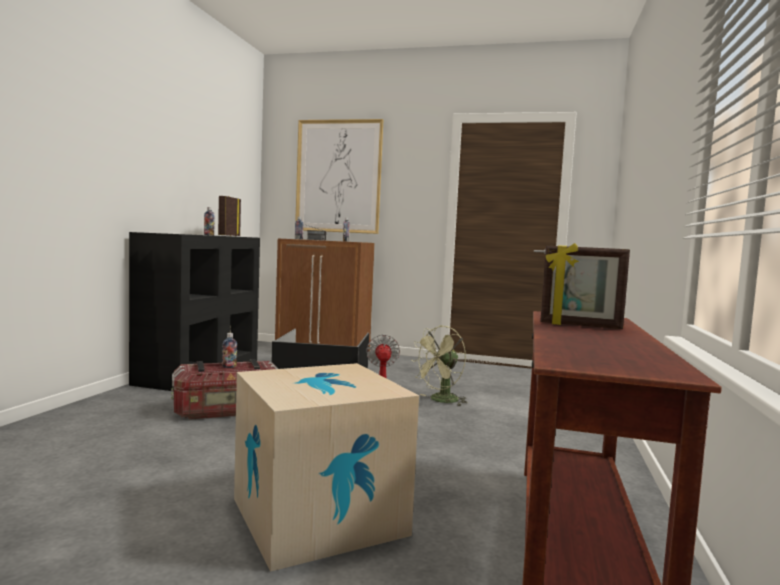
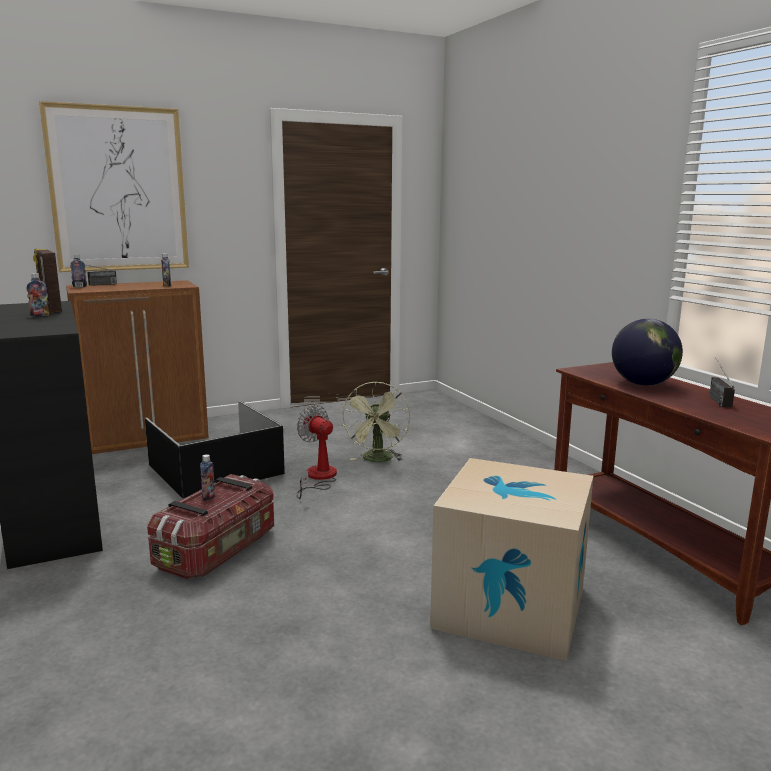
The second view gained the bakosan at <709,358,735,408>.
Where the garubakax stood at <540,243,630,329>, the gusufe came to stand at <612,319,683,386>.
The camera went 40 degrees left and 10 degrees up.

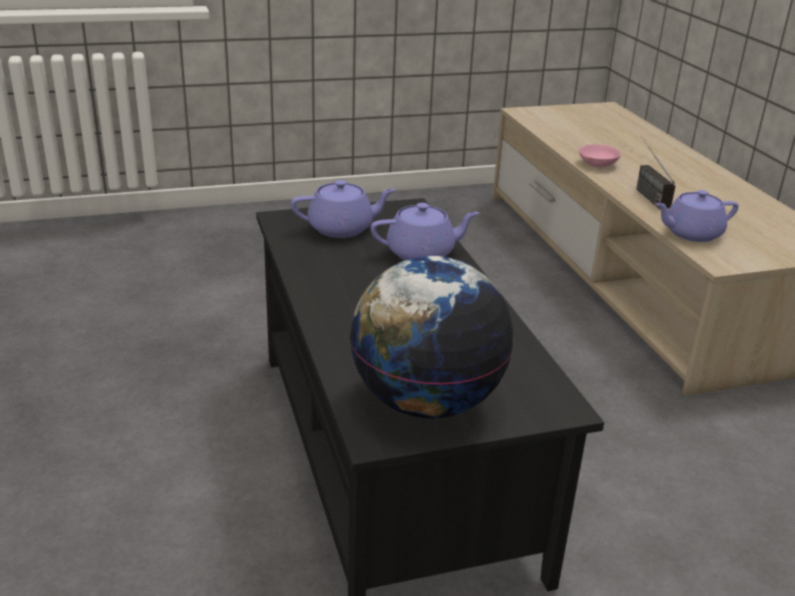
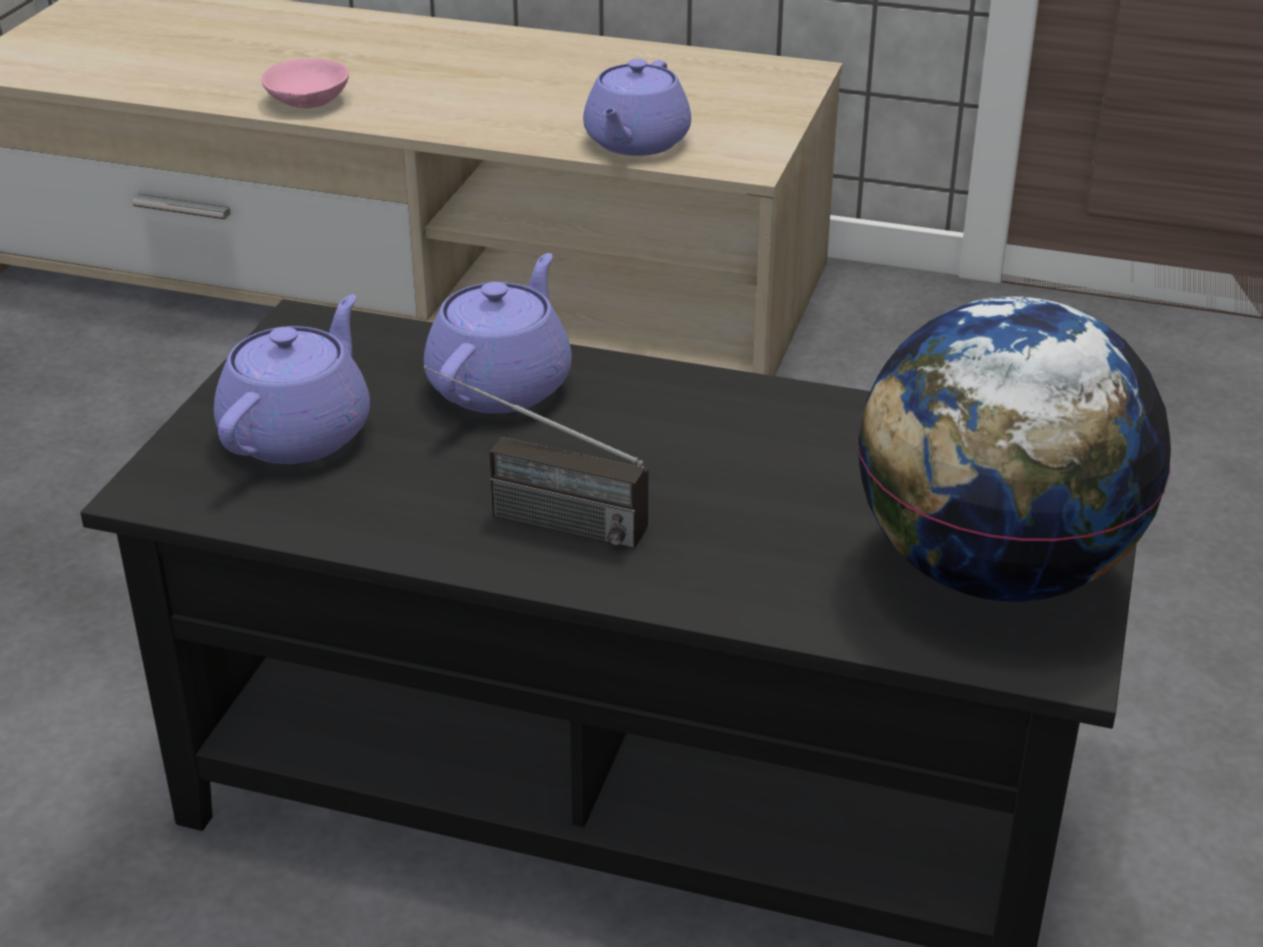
The bakosan ended up elsewhere, having gone from <636,137,676,209> to <423,365,648,549>.
The camera went 55 degrees left and 5 degrees up.

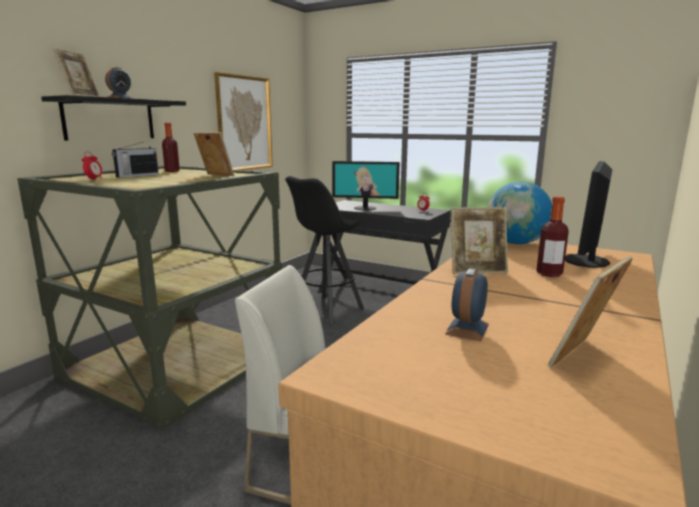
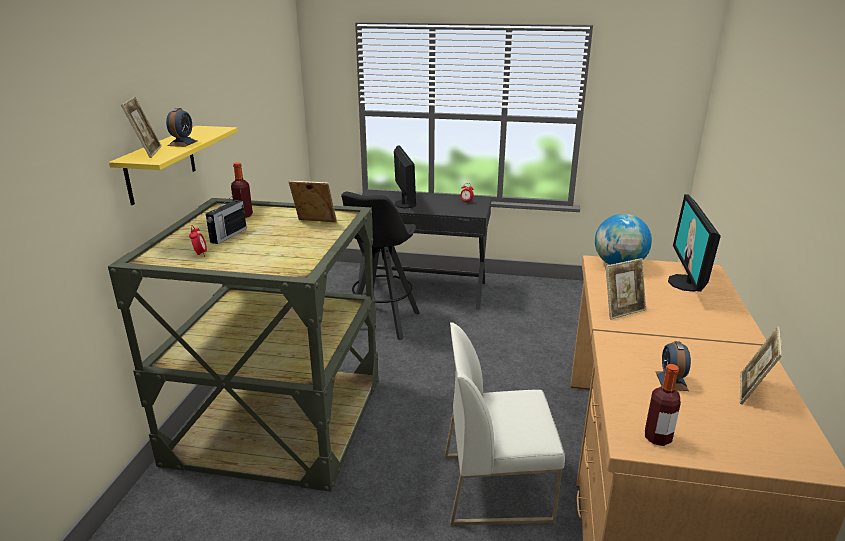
The second view lost the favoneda at <214,72,273,170>.
The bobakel ended up elsewhere, having gone from <536,196,569,277> to <645,364,681,446>.
What was the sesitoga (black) at <41,95,186,141> turned into the sesitoga (yellow) at <109,126,238,205>.
The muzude at <332,161,400,210> ended up facing another way, 90 degrees counterclockwise from before.
The camera went 20 degrees left and 10 degrees up.

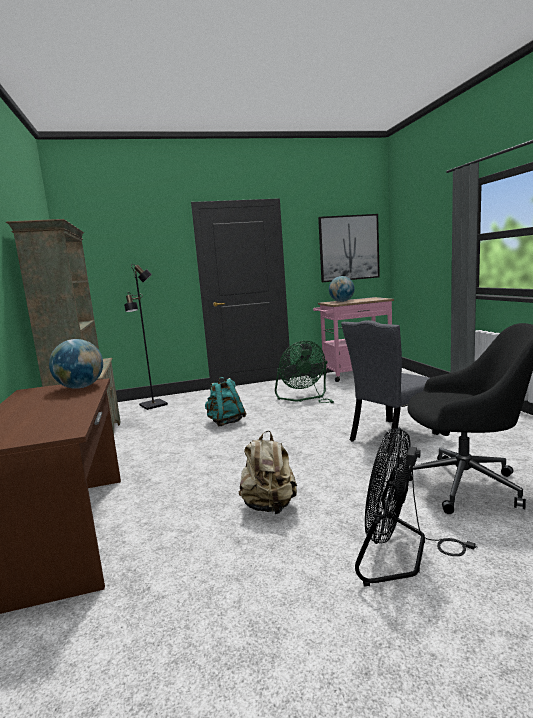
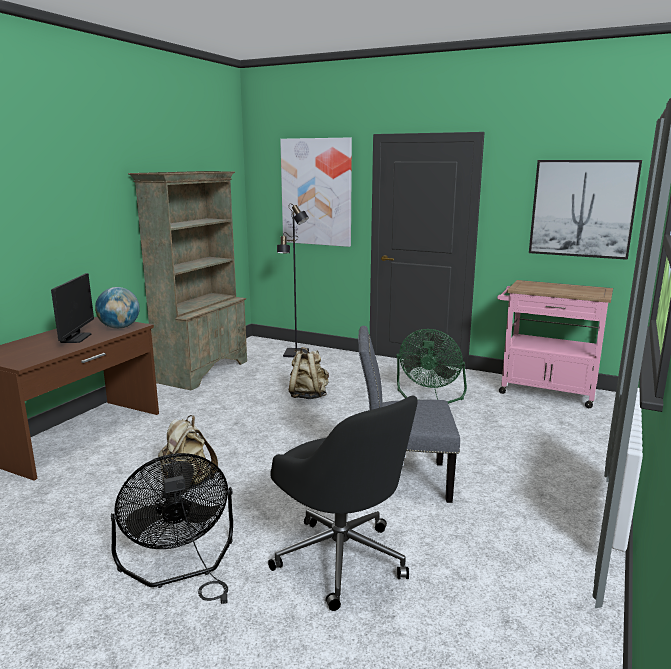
The second view lost the gusufe at <329,276,355,302>.
The second view gained the muzude at <51,273,94,343>.
The second view gained the favoneda at <280,137,352,247>.
What was the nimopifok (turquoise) at <205,377,247,426> turned into the nimopifok (beige) at <289,347,329,399>.
The camera went 40 degrees right and 5 degrees up.

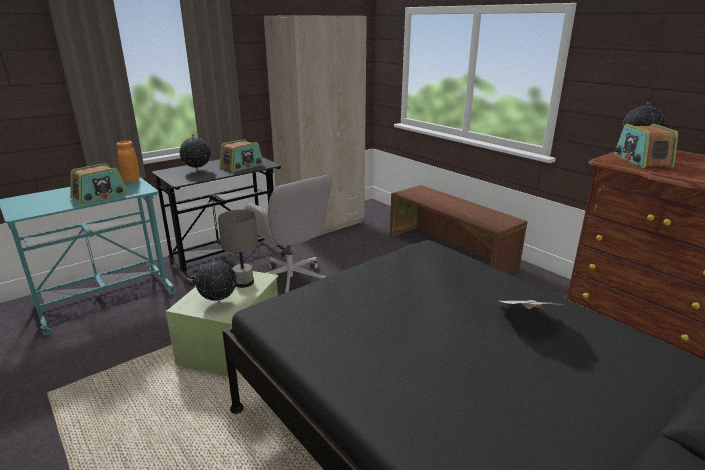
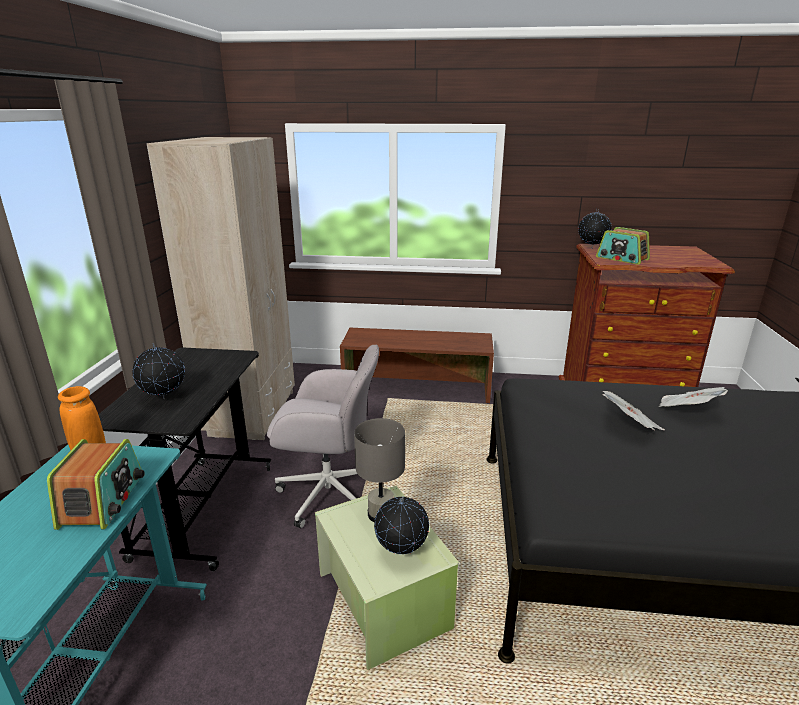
The second view lost the bakosan at <220,139,264,172>.
The second view gained the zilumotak at <602,391,665,430>.
The camera went 45 degrees left and 0 degrees up.

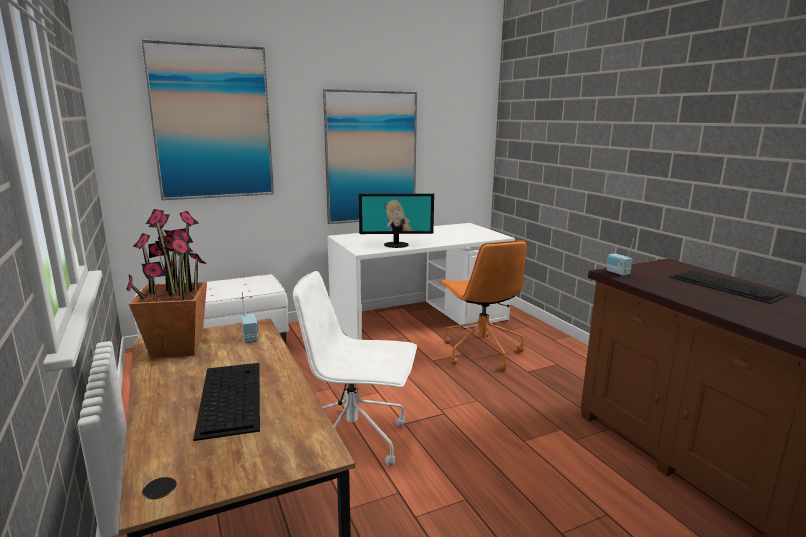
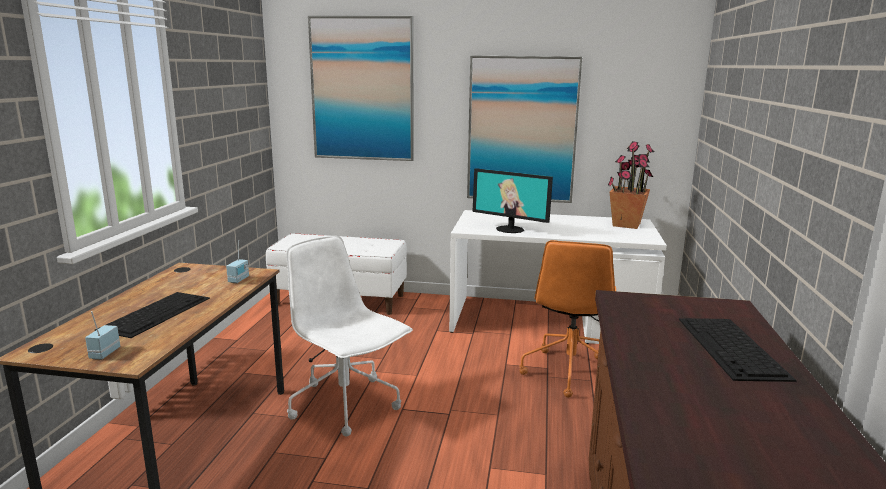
The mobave ended up elsewhere, having gone from <126,209,207,359> to <608,141,654,229>.
The bakosan ended up elsewhere, having gone from <606,239,634,276> to <85,311,120,360>.
The camera went 35 degrees right and 0 degrees up.

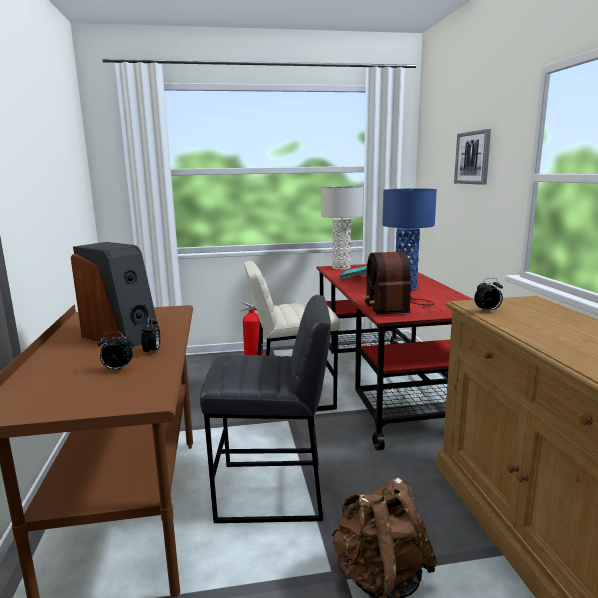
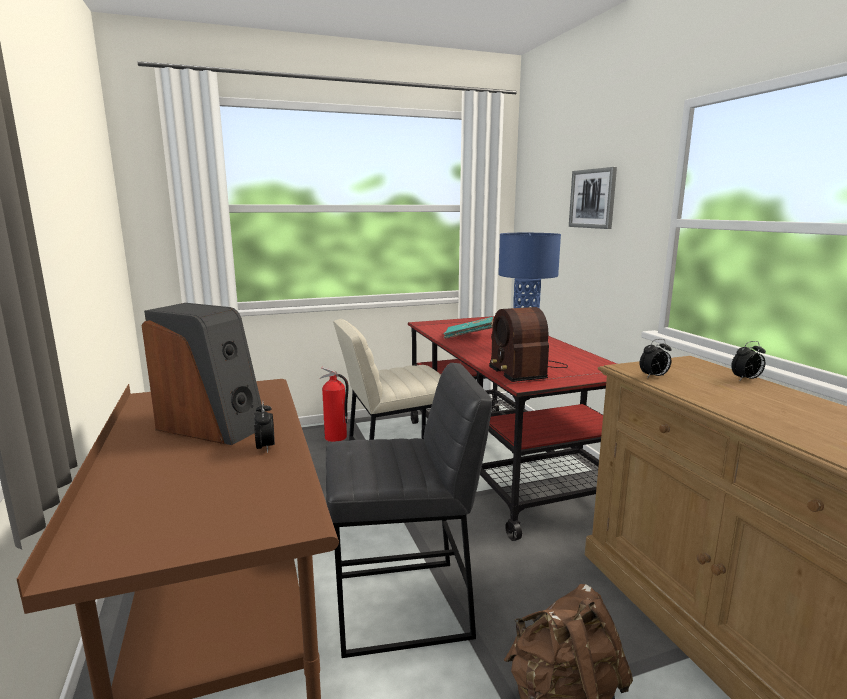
The second view lost the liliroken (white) at <321,186,363,270>.
The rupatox ended up elsewhere, having gone from <98,331,133,370> to <731,341,766,380>.
The camera went 10 degrees left and 0 degrees up.

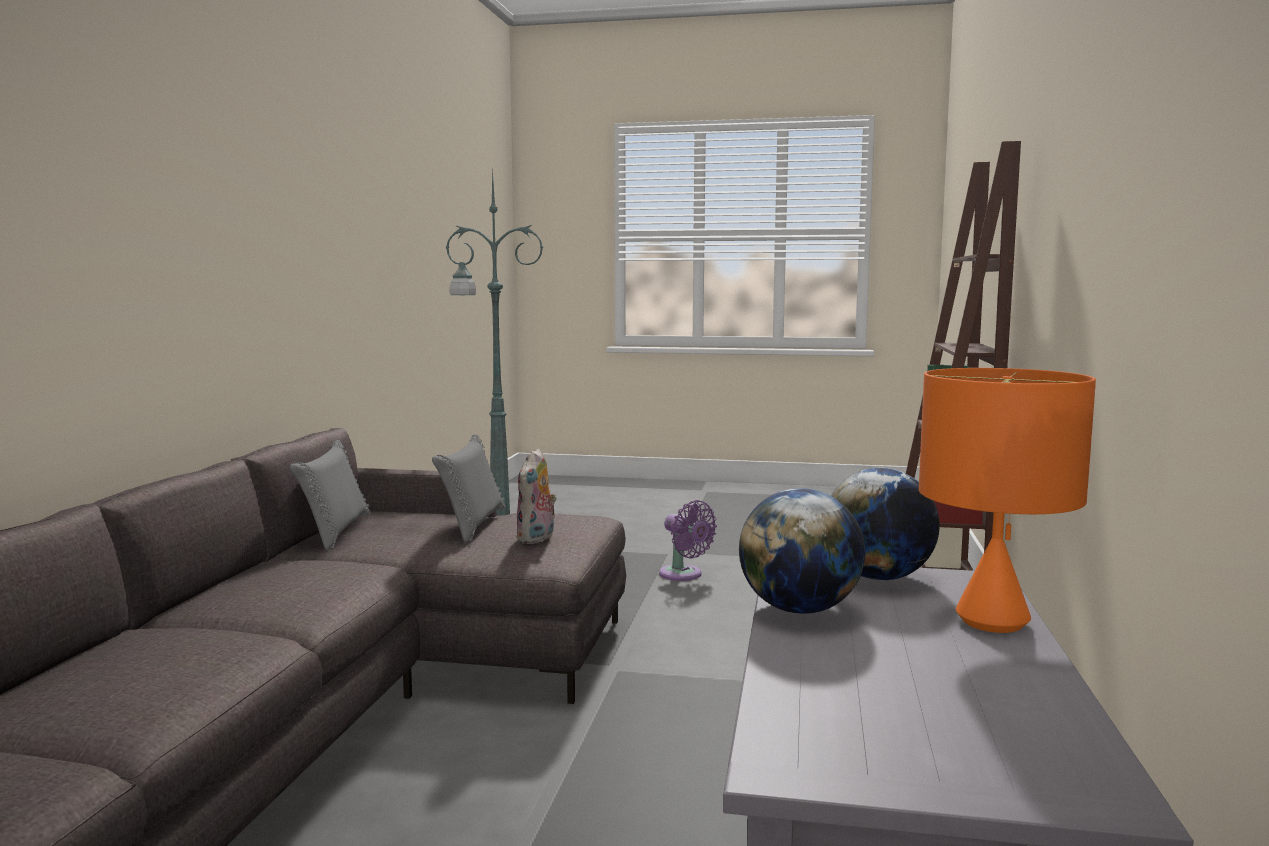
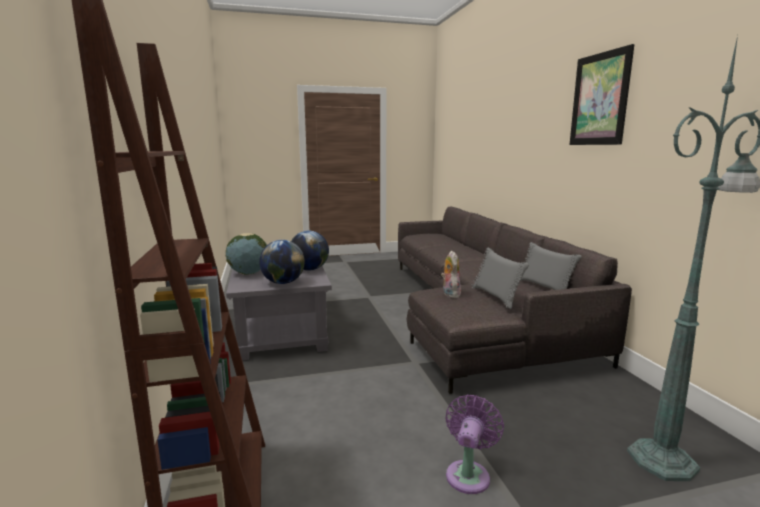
The second view gained the favoneda at <569,44,635,145>.
Where the liliroken (orange) stood at <919,368,1096,633>, the gusufe came to stand at <226,233,267,275>.
The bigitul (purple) at <659,500,717,581> ended up facing another way, 90 degrees clockwise from before.
The camera went 155 degrees right and 5 degrees up.

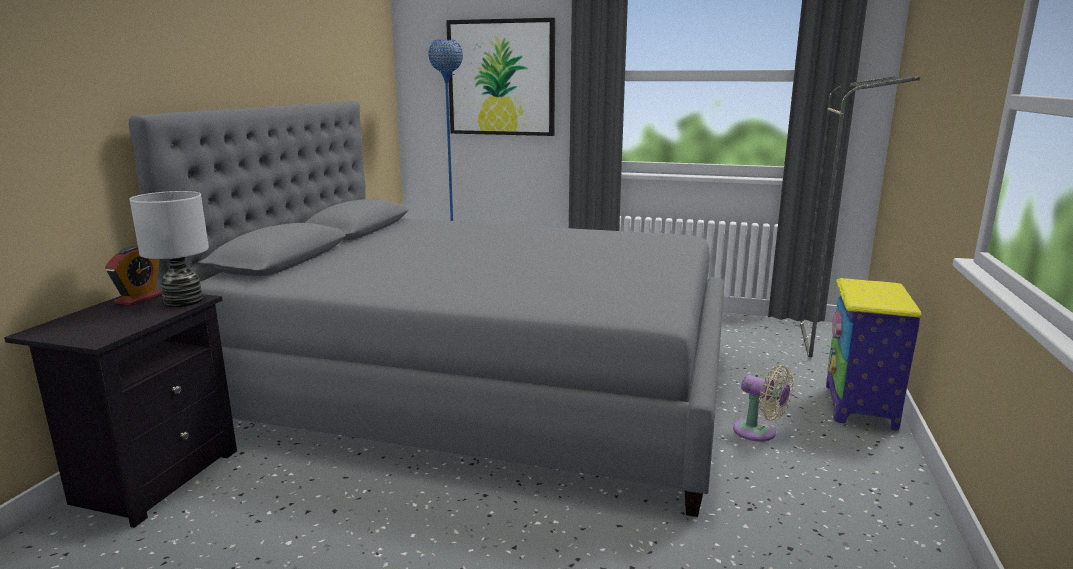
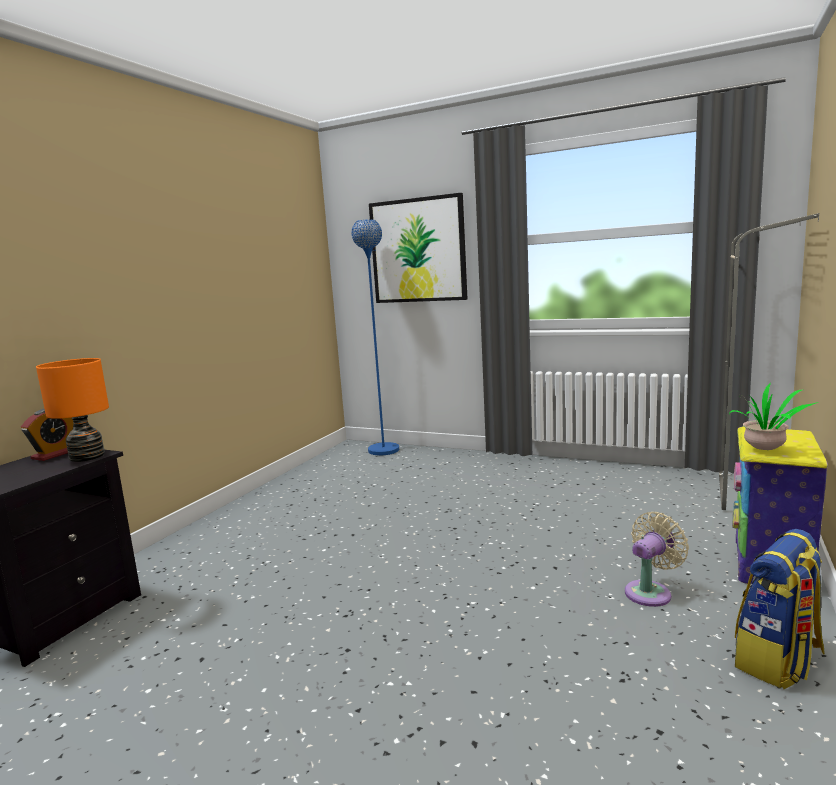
The second view lost the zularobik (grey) at <129,101,724,517>.
The second view gained the mobave at <729,383,818,450>.
The second view gained the nimopifok at <735,529,825,689>.
What was the liliroken (grey) at <130,191,209,307> turned into the liliroken (orange) at <36,358,109,462>.
The bigitul (beige) at <733,365,794,442> ended up facing another way, 90 degrees counterclockwise from before.
The camera went 10 degrees right and 5 degrees down.

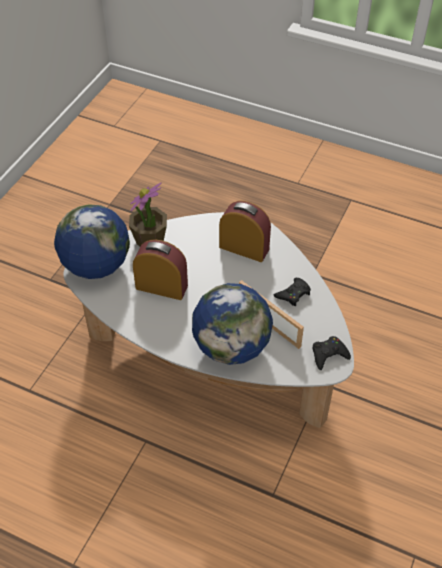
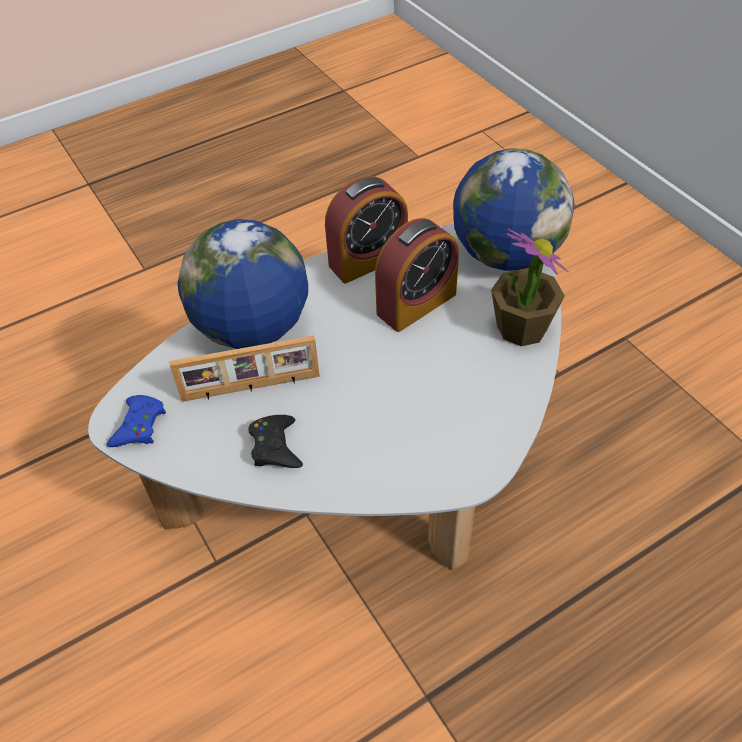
The rupatox ended up elsewhere, having gone from <219,201,271,262> to <325,176,408,283>.
What was the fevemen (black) at <313,336,351,370> turned into the fevemen (blue) at <106,395,166,447>.
The camera went 125 degrees right and 0 degrees up.

